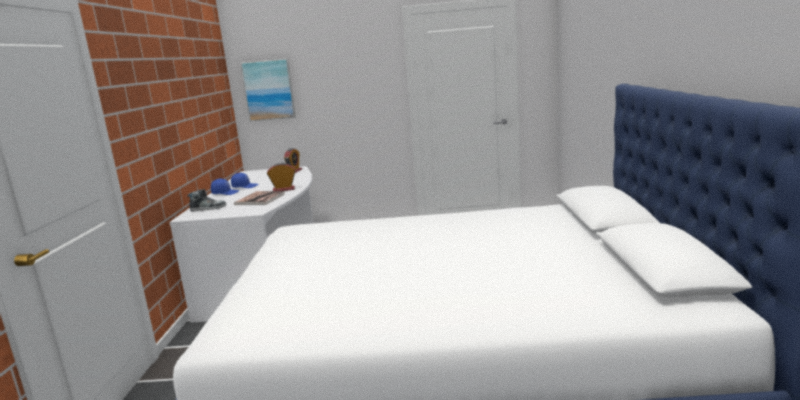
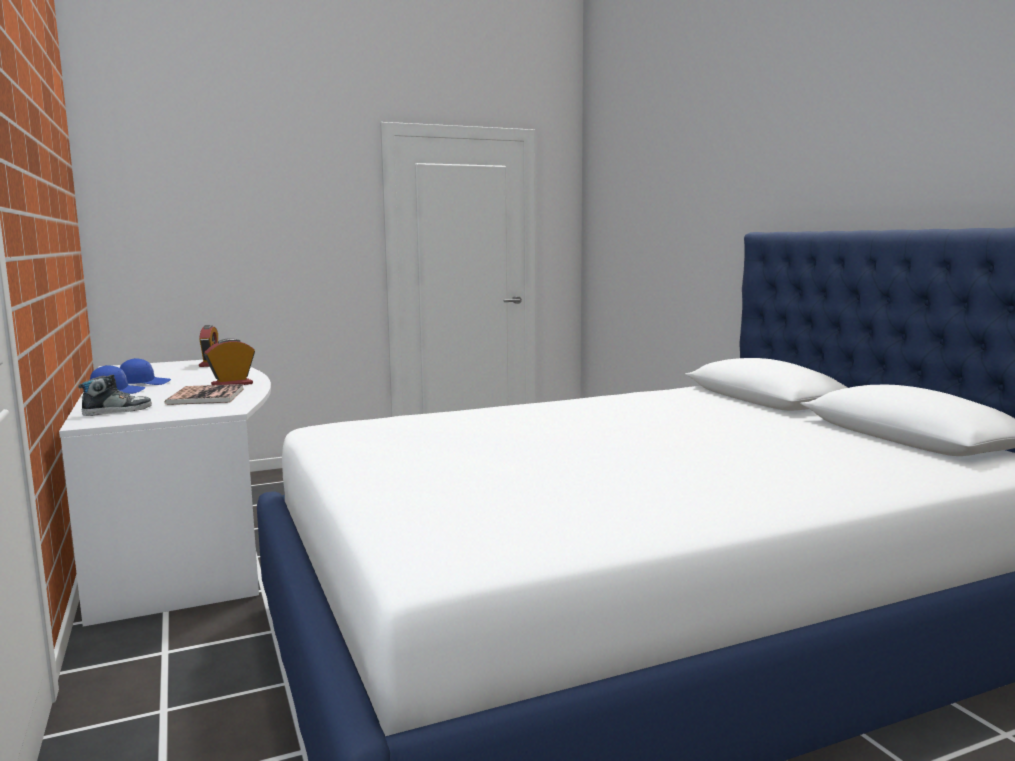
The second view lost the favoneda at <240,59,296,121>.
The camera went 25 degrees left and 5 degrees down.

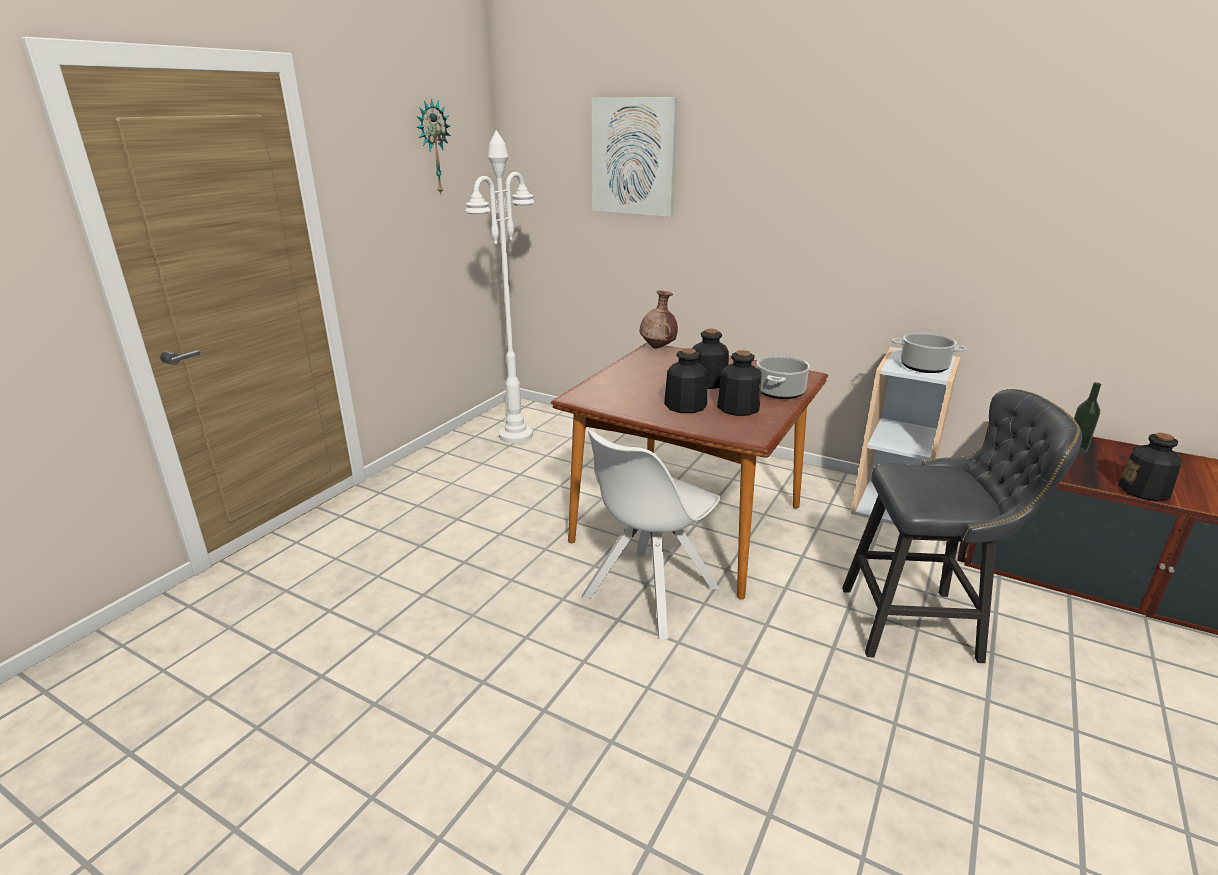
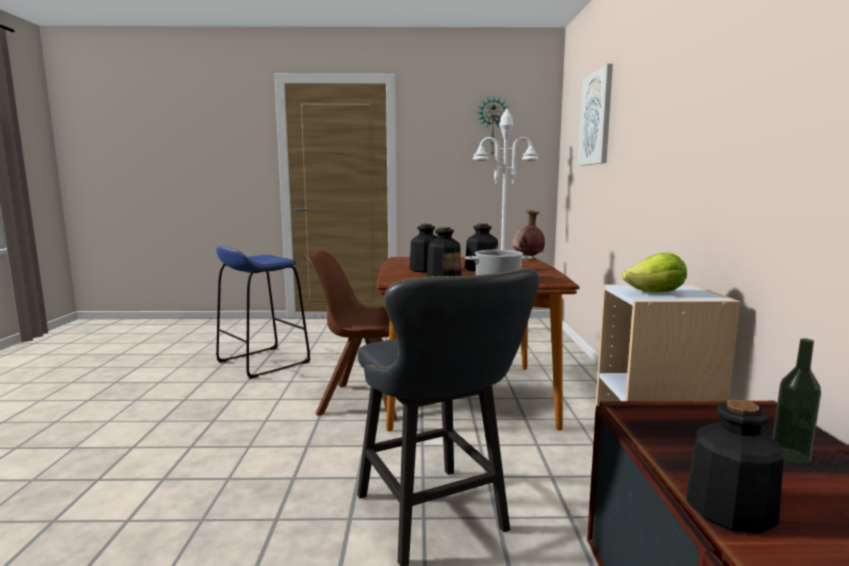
The second view gained the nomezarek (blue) at <216,246,310,379>.
Where the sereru stood at <891,332,968,373>, the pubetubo came to stand at <622,253,687,293>.
What was the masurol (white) at <582,430,721,640> turned into the masurol (brown) at <305,250,397,420>.
The camera went 60 degrees right and 15 degrees down.

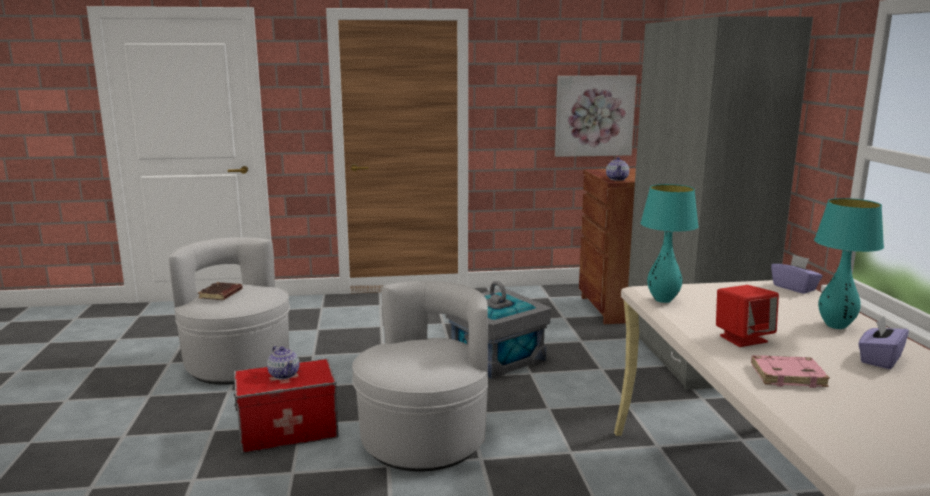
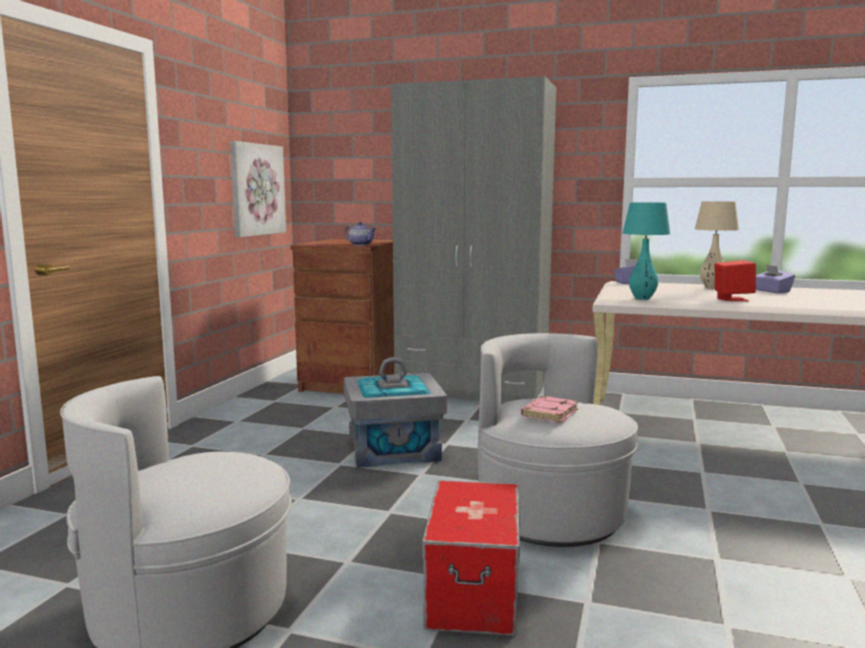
The second view lost the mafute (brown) at <198,282,242,300>.
The second view lost the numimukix at <267,346,300,379>.
The mafute (pink) ended up elsewhere, having gone from <751,355,830,388> to <521,396,578,423>.
What was the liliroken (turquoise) at <814,198,884,329> turned into the liliroken (beige) at <695,201,739,289>.
The camera went 65 degrees left and 5 degrees down.

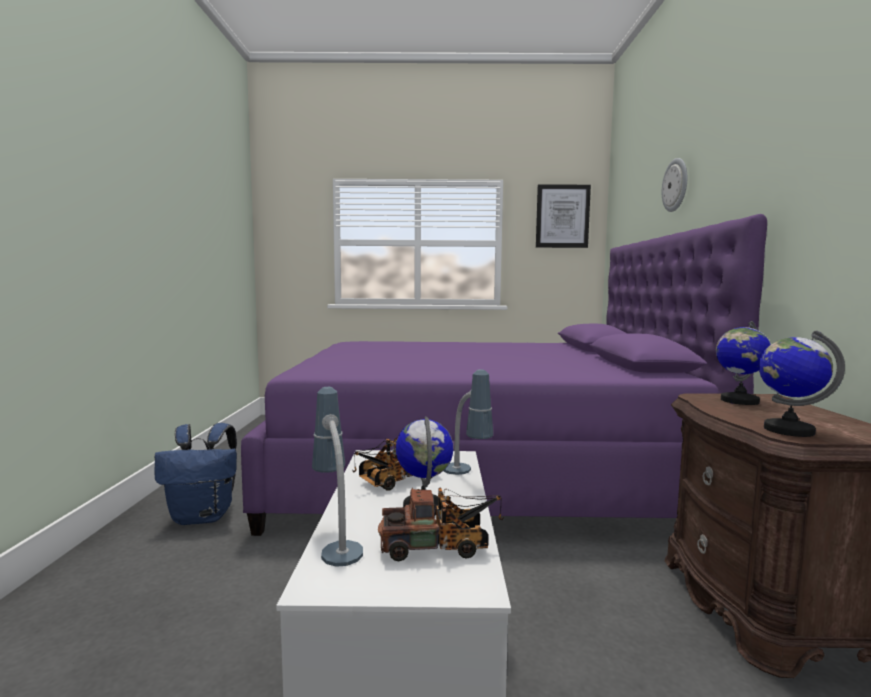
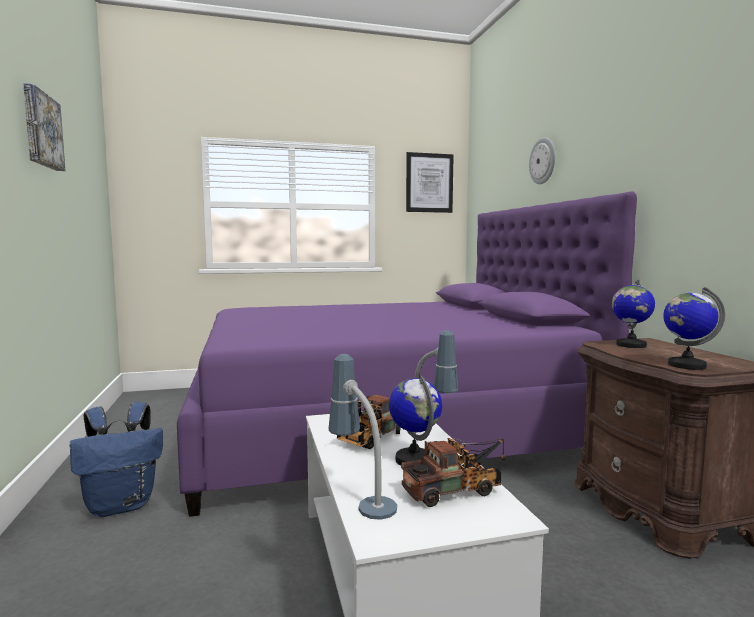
The second view gained the favoneda at <23,83,65,171>.
The camera went 15 degrees left and 0 degrees up.

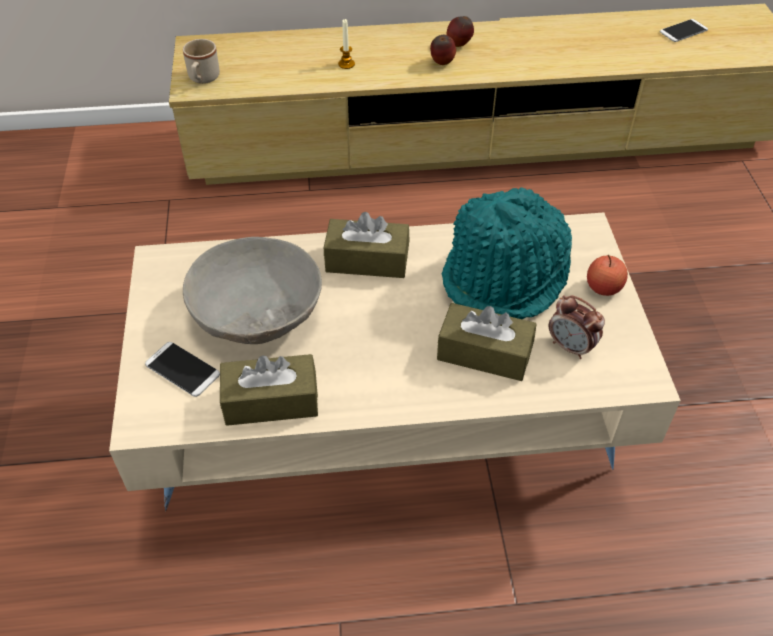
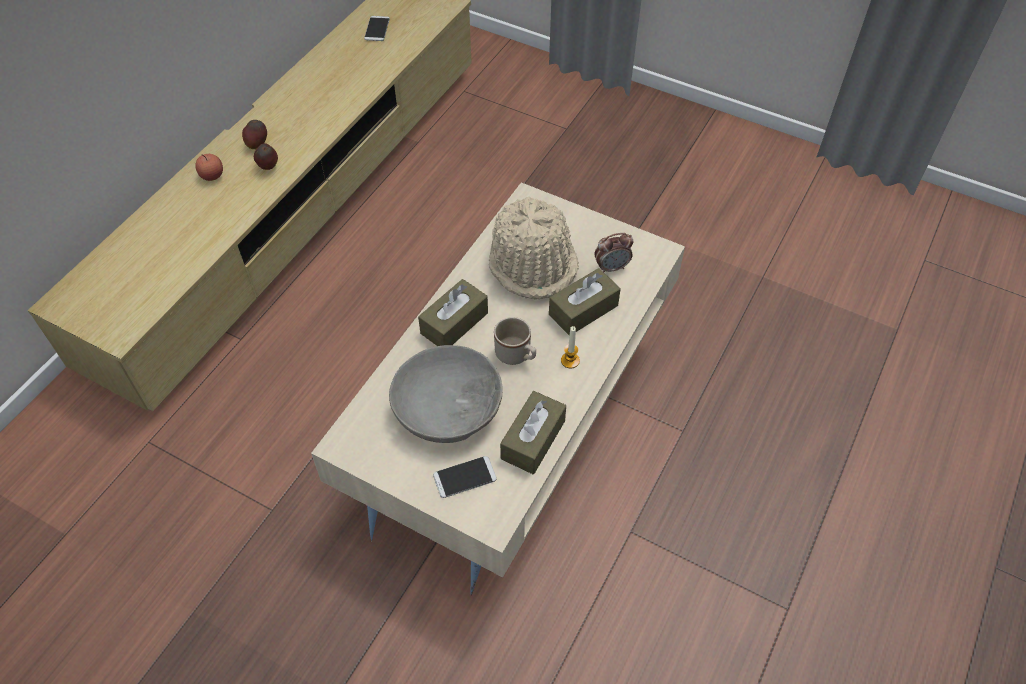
The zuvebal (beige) ended up elsewhere, having gone from <183,39,220,84> to <494,317,536,365>.
The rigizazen ended up elsewhere, having gone from <338,19,355,69> to <561,326,580,368>.
The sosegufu ended up elsewhere, having gone from <587,255,628,296> to <195,154,223,181>.
What was the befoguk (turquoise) at <442,187,572,319> turned into the befoguk (beige) at <489,197,579,299>.
The camera went 55 degrees left and 5 degrees up.

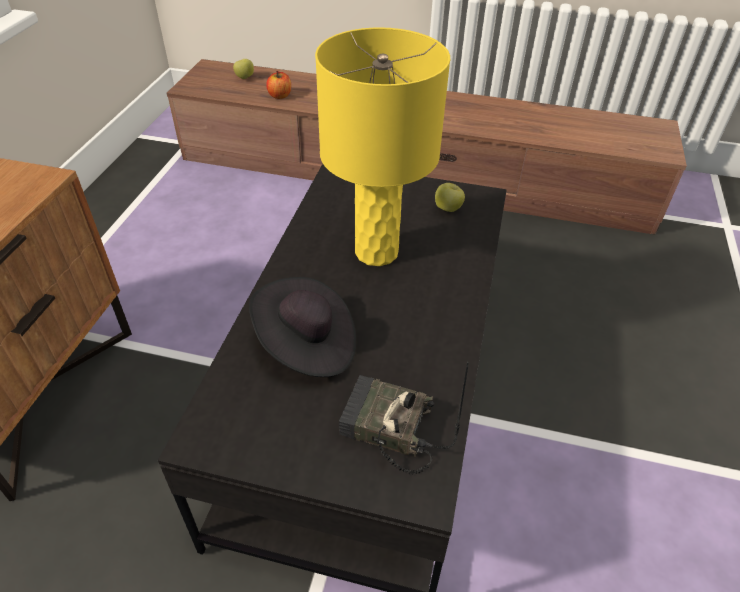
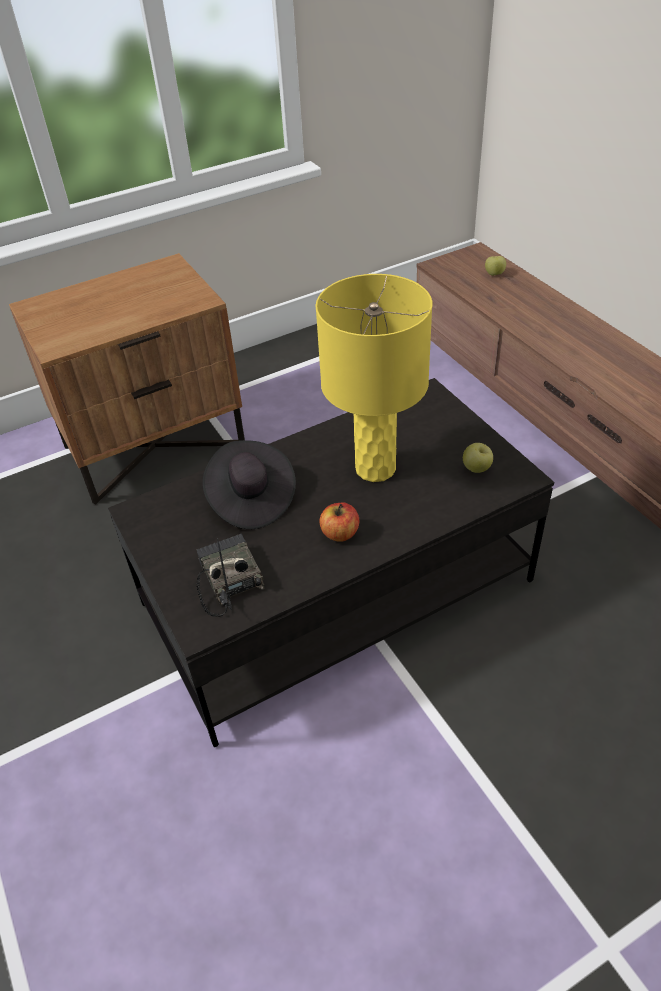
The sosegufu ended up elsewhere, having gone from <266,71,291,99> to <320,503,359,542>.
The camera went 50 degrees right and 0 degrees up.

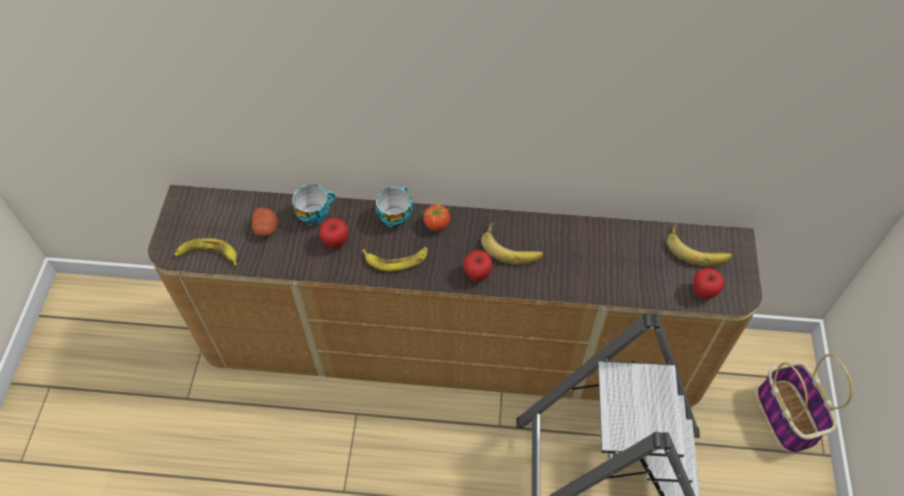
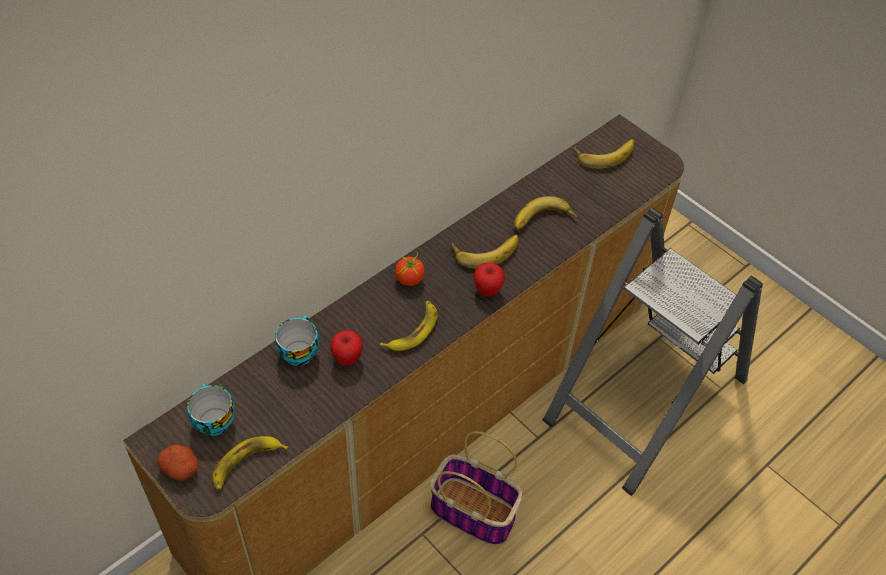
The second view lost the sosegufu at <693,268,724,299>.
The second view gained the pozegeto at <514,196,577,230>.
The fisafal ended up elsewhere, having gone from <252,208,278,237> to <157,444,199,481>.
The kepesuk ended up elsewhere, having gone from <376,186,413,228> to <187,383,235,436>.
The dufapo ended up elsewhere, having gone from <757,354,852,453> to <430,431,522,546>.
The camera went 50 degrees left and 5 degrees down.

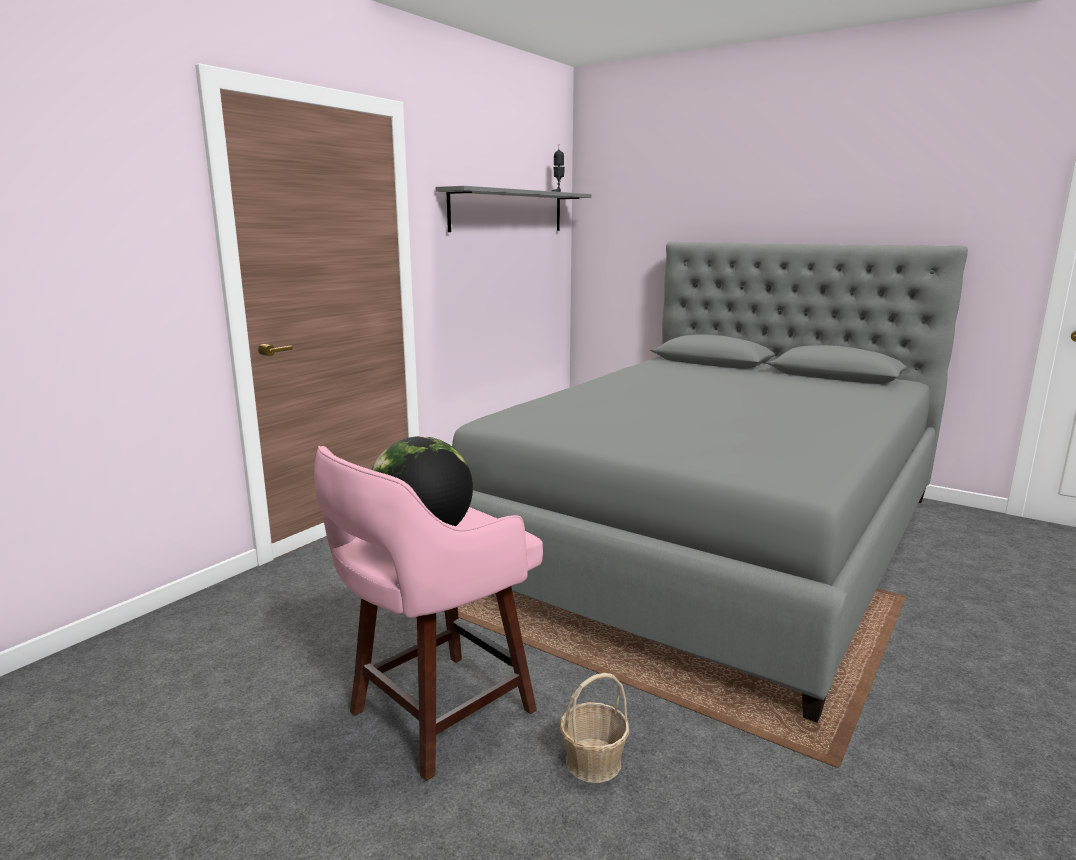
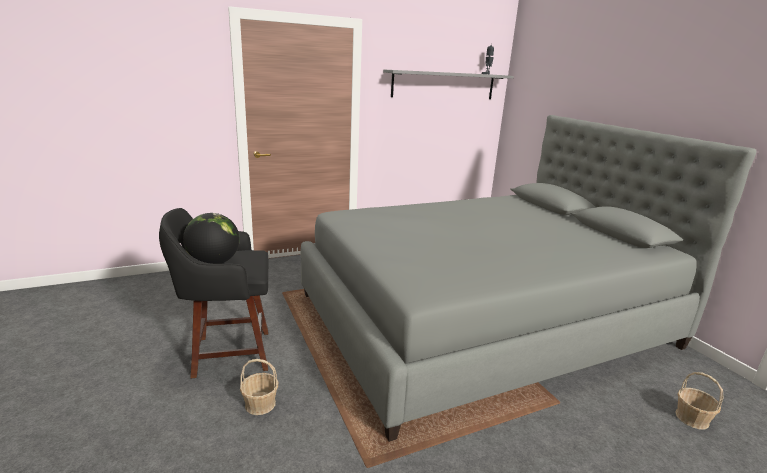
The second view gained the dufapo at <675,372,723,429>.
What was the nomezarek (pink) at <314,446,543,781> turned into the nomezarek (black) at <159,208,268,378>.
The camera went 30 degrees right and 5 degrees up.

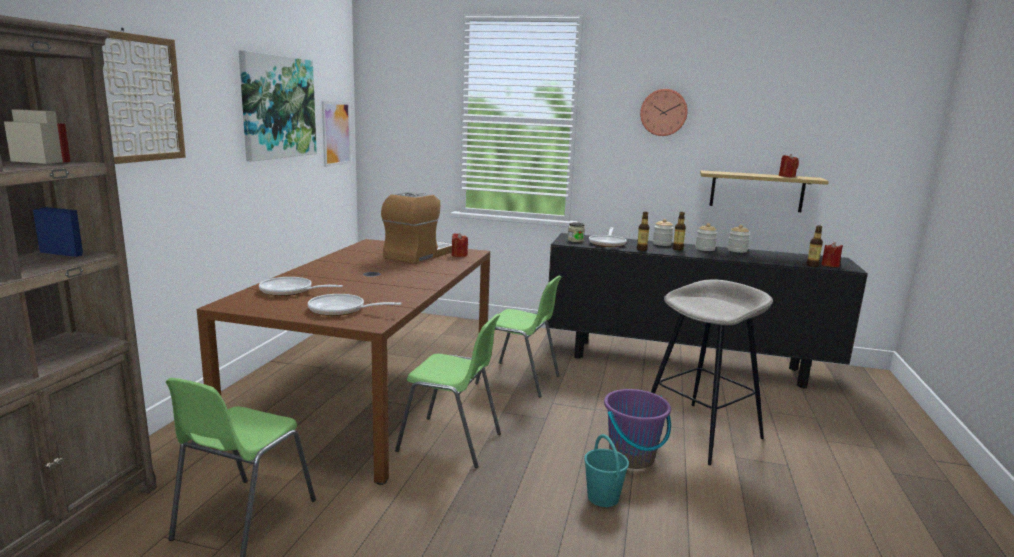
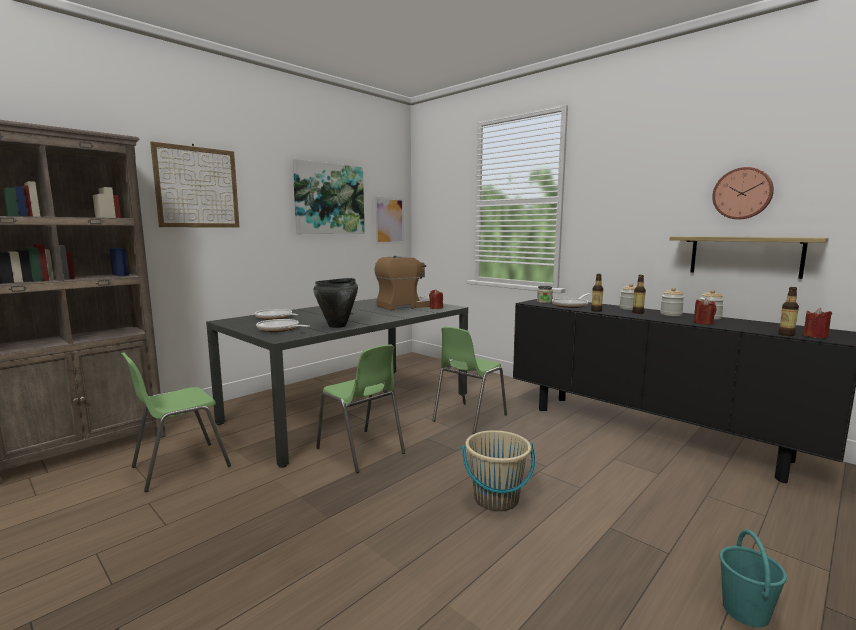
The second view lost the nomezarek (grey) at <651,279,773,465>.
The second view gained the sereru (black) at <313,278,358,328>.
The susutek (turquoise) ended up elsewhere, having gone from <584,434,629,507> to <720,529,787,628>.
The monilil ended up elsewhere, having gone from <640,89,687,136> to <712,167,774,219>.
The rigizazen (red) ended up elsewhere, having gone from <779,154,799,178> to <693,298,716,325>.
What was the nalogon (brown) at <197,239,490,485> turned into the nalogon (grey) at <206,298,468,468>.
What was the susutek (purple) at <604,389,671,469> turned into the susutek (beige) at <462,430,535,511>.
The masurol (green) at <475,275,562,397> ended up facing another way, 75 degrees clockwise from before.
The camera went 30 degrees right and 5 degrees down.

